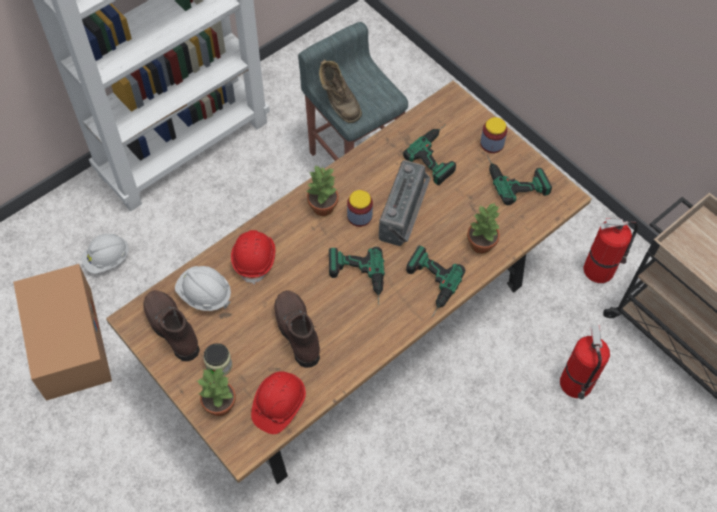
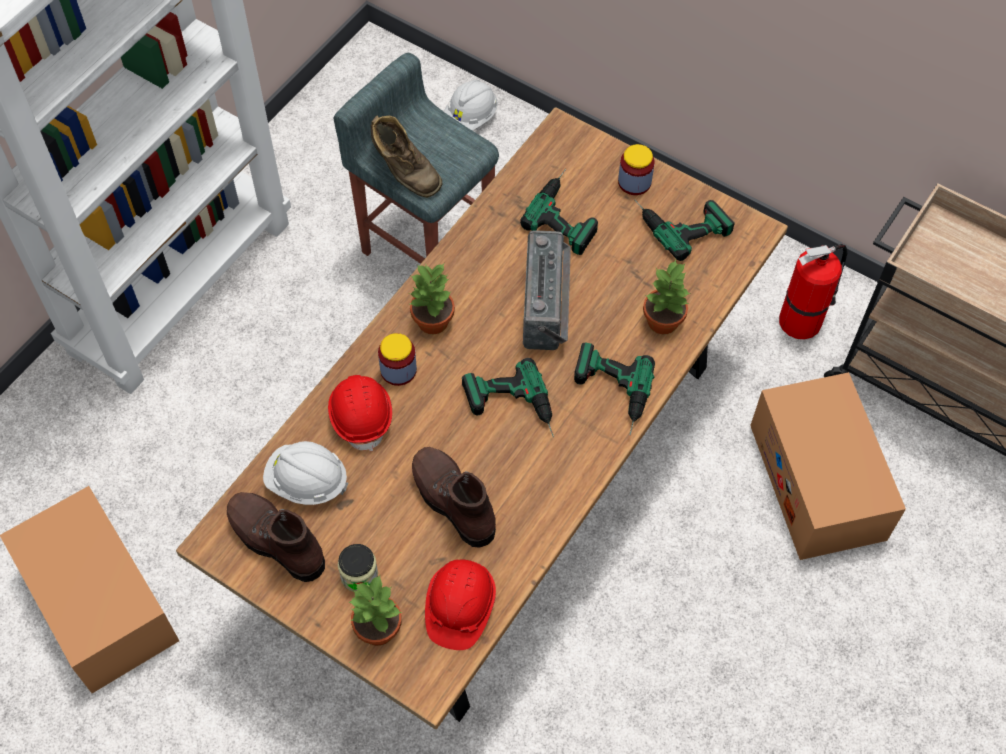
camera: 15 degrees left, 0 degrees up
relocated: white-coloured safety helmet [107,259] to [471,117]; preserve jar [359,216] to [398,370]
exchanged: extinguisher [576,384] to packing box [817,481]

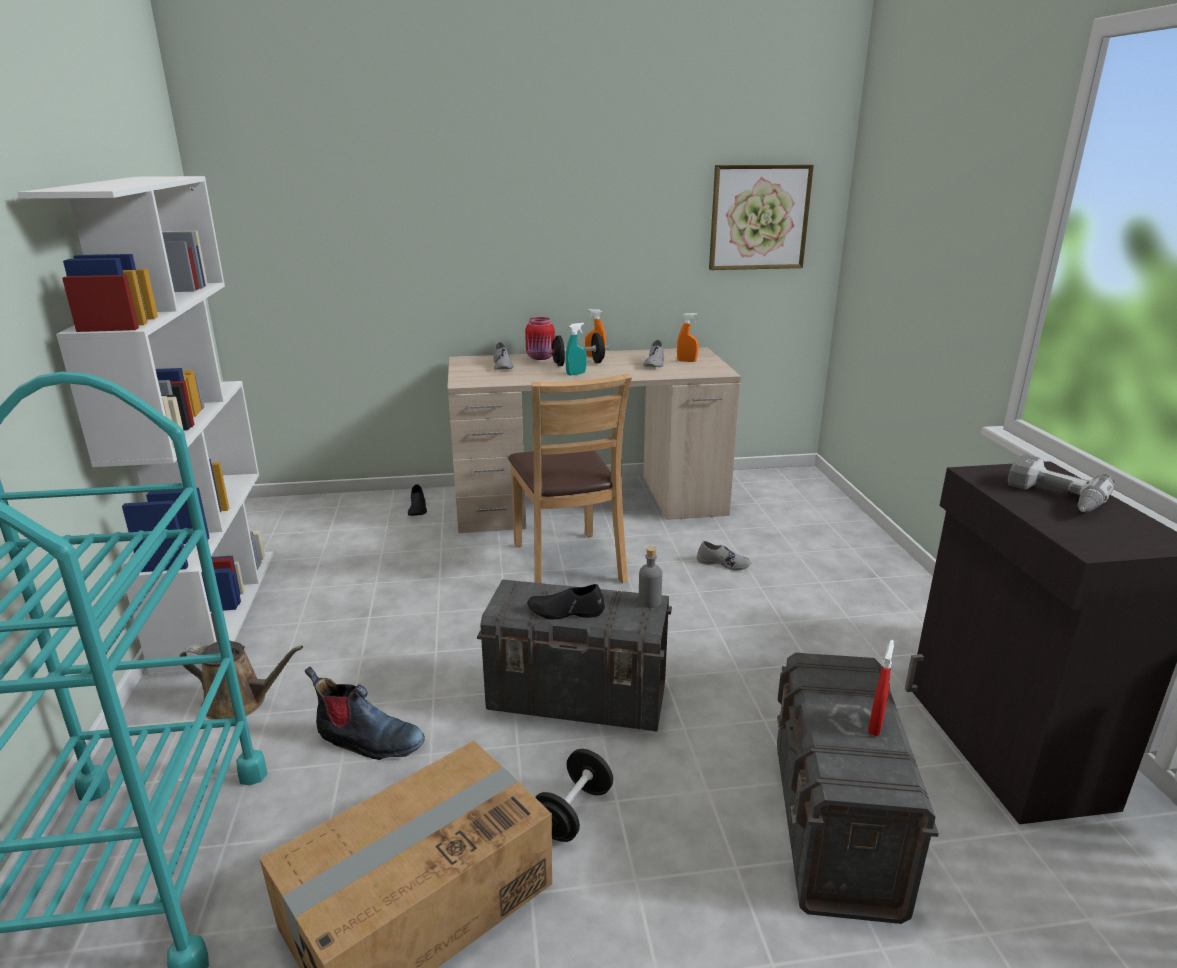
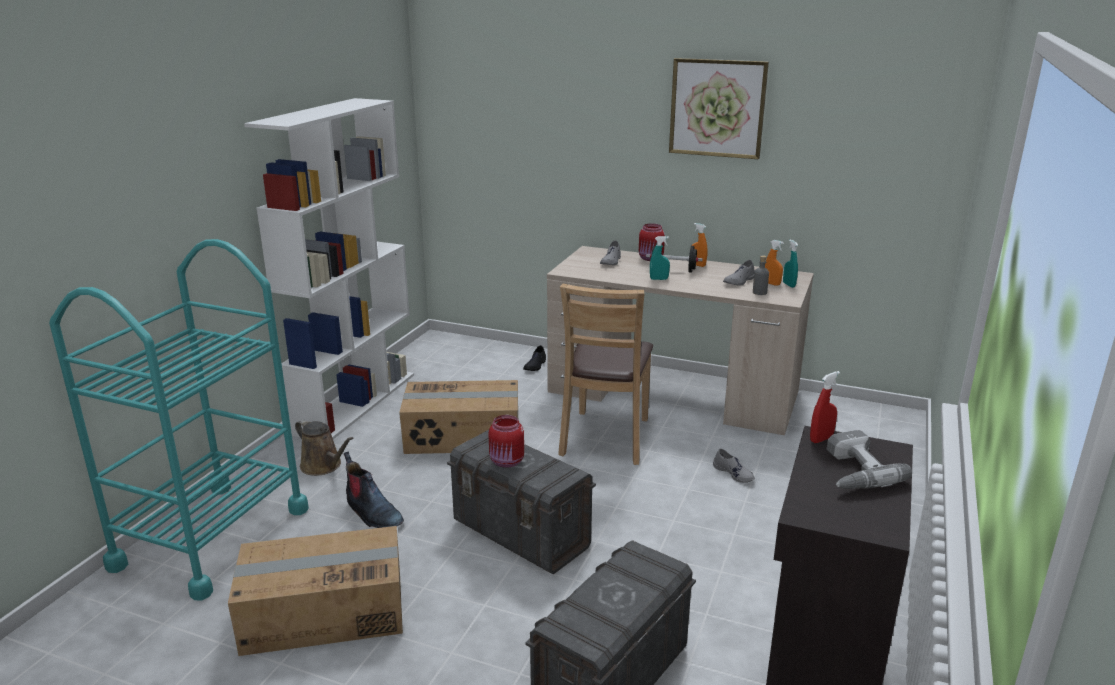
camera: 30 degrees right, 0 degrees up
missing: black-coloured free weight [572,813]
appeared: packing box [463,436]; turquoise hand sprayer [789,285]
relocated: greyish beverage bottle [649,602] to [759,292]; wall picture [759,217] to [717,108]; red-coloured hand sprayer [875,726] to [821,439]
exchanged: black-coloured low shoe [566,611] to red-coloured preserve jar [507,462]

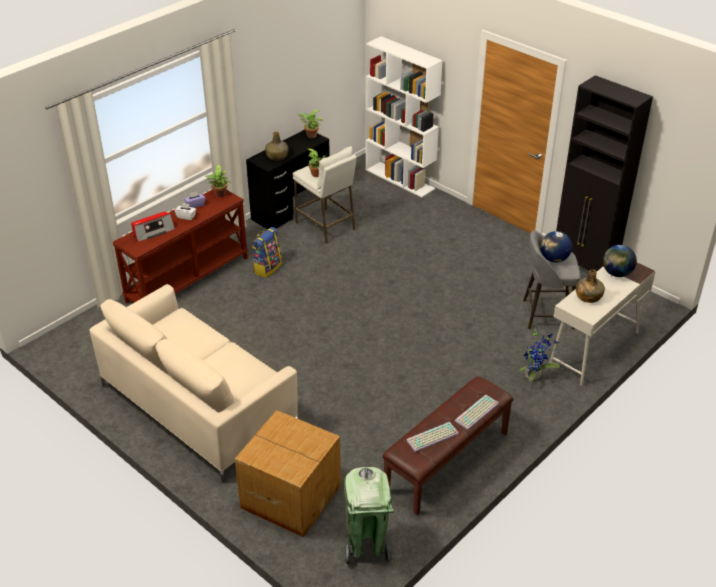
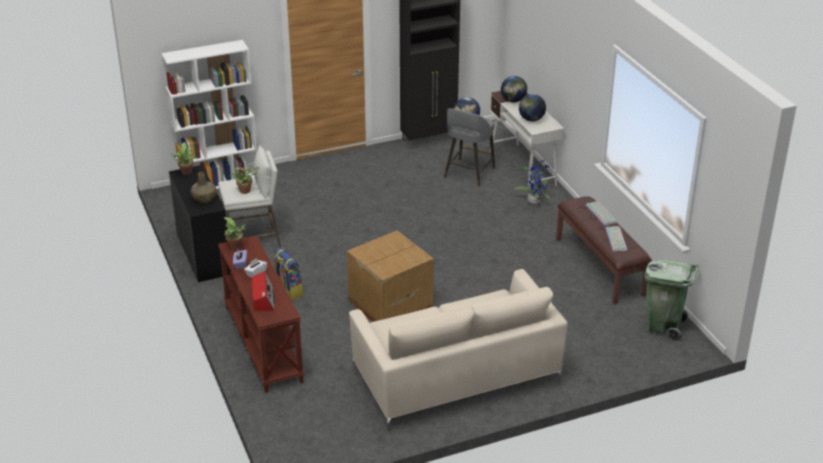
camera: 65 degrees left, 5 degrees down
relocated: packing box [290,495] to [389,304]
exchanged: green-coloured beverage bottle [588,297] to world globe [531,119]

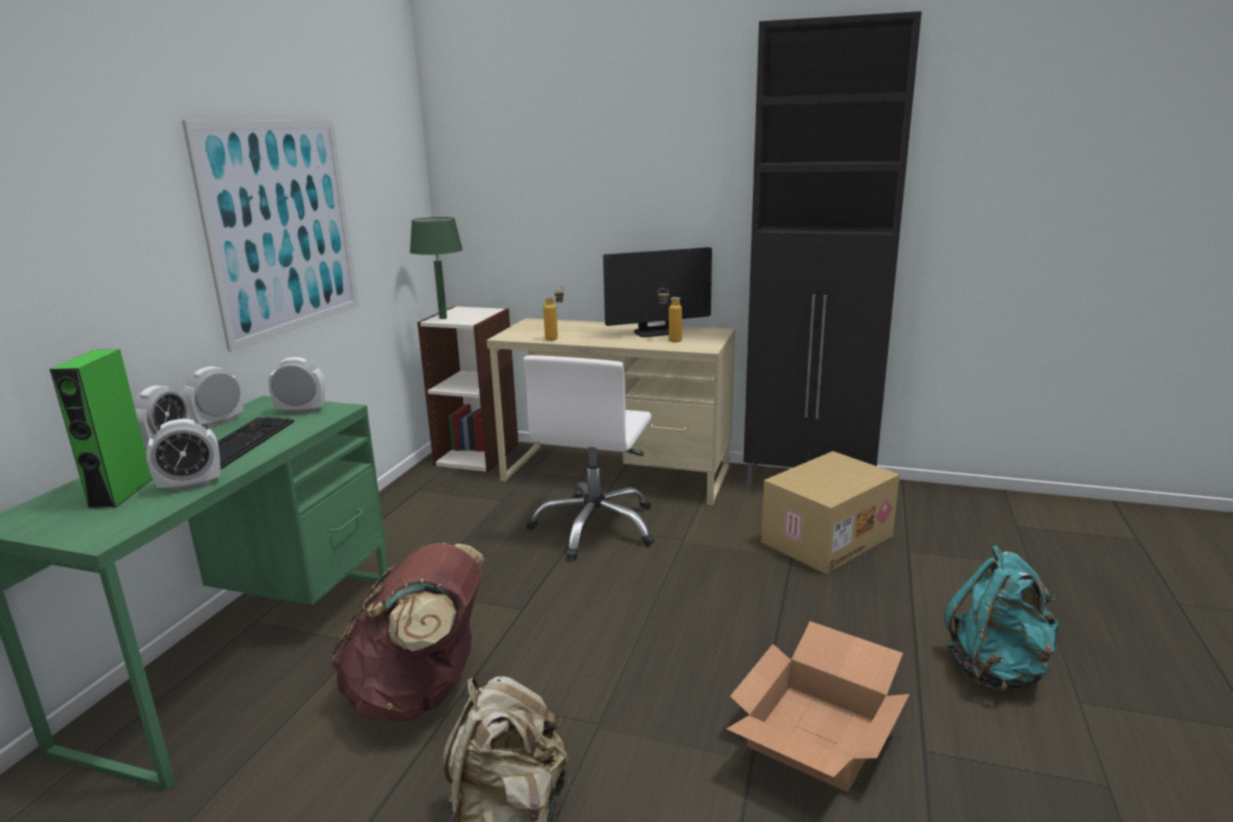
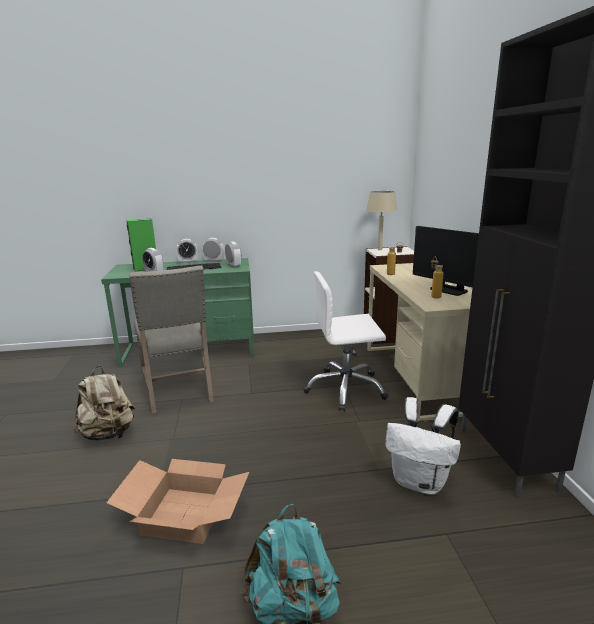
camera: 65 degrees right, 0 degrees up
missing: wall picture [283,227]
exchanged: brown-coloured rucksack [420,693] to beige plain chair [179,390]; packing box [826,538] to white-coloured rucksack [420,482]
colour: green-coloured table lamp [442,318] to beige table lamp [379,249]

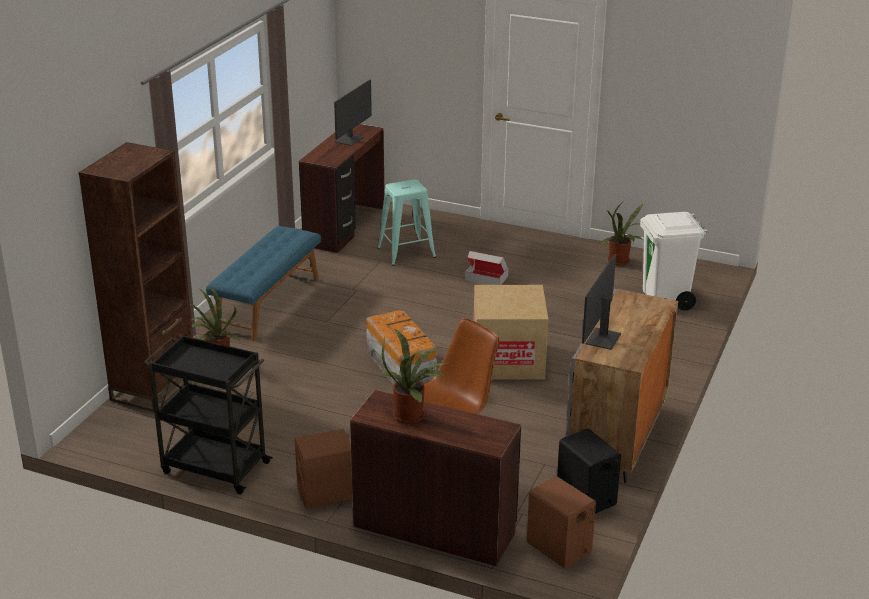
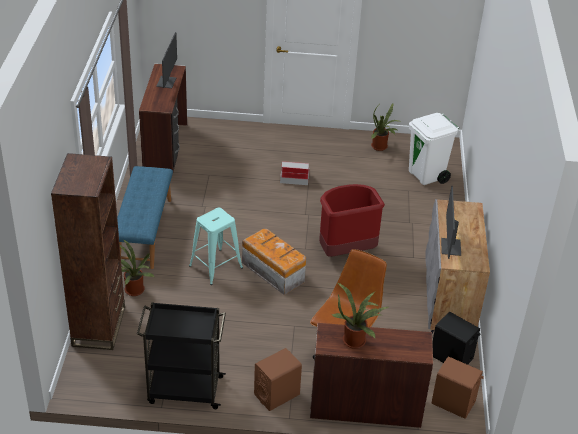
camera: 20 degrees left, 10 degrees up
relocated: turquoise stool seat [406,252] to [216,267]
exchanged: packing box [508,360] to red-coloured rubbish bin [345,251]

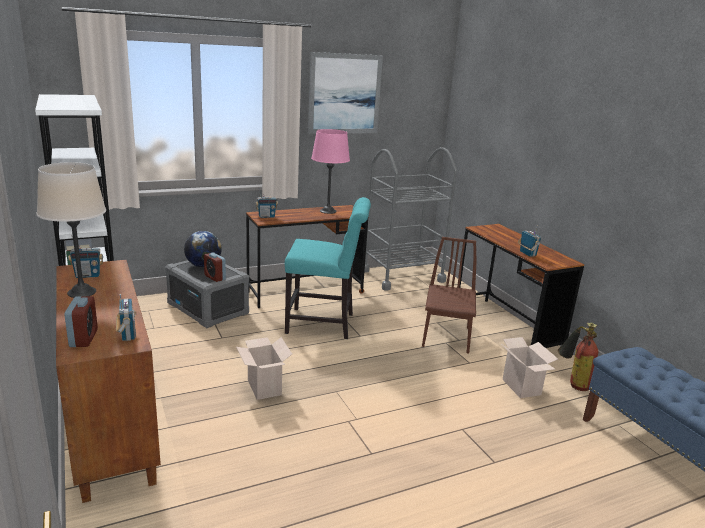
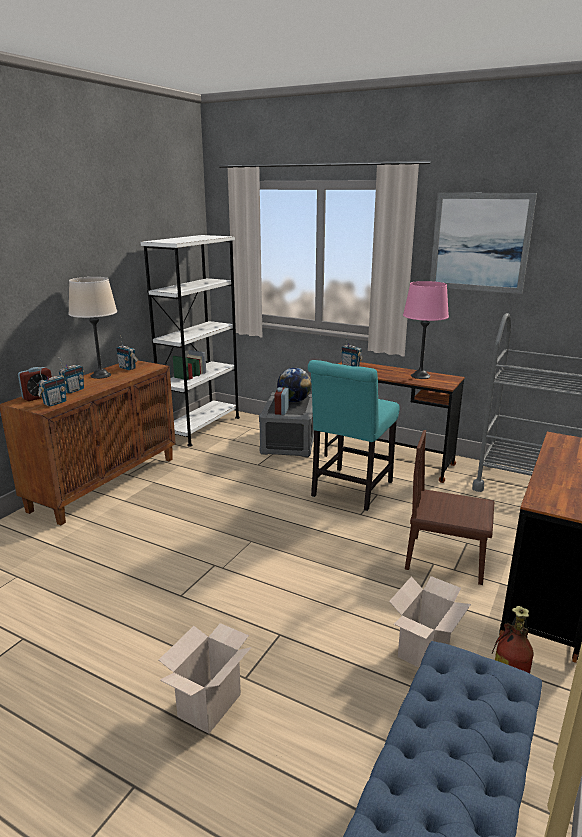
camera: 55 degrees right, 0 degrees up
relocated: packing box [263,387] to [209,703]; radio [527,254] to [73,390]
spun: turquoise plain chair [324,324] = [350,491] 60 degrees clockwise; brown-coloured plain chair [446,337] = [446,559] 135 degrees counterclockwise

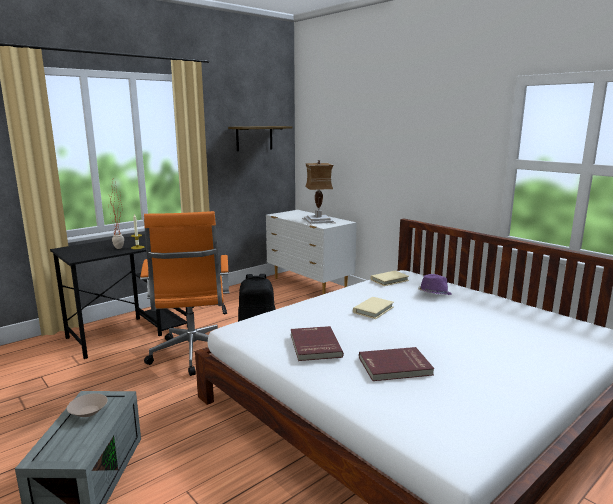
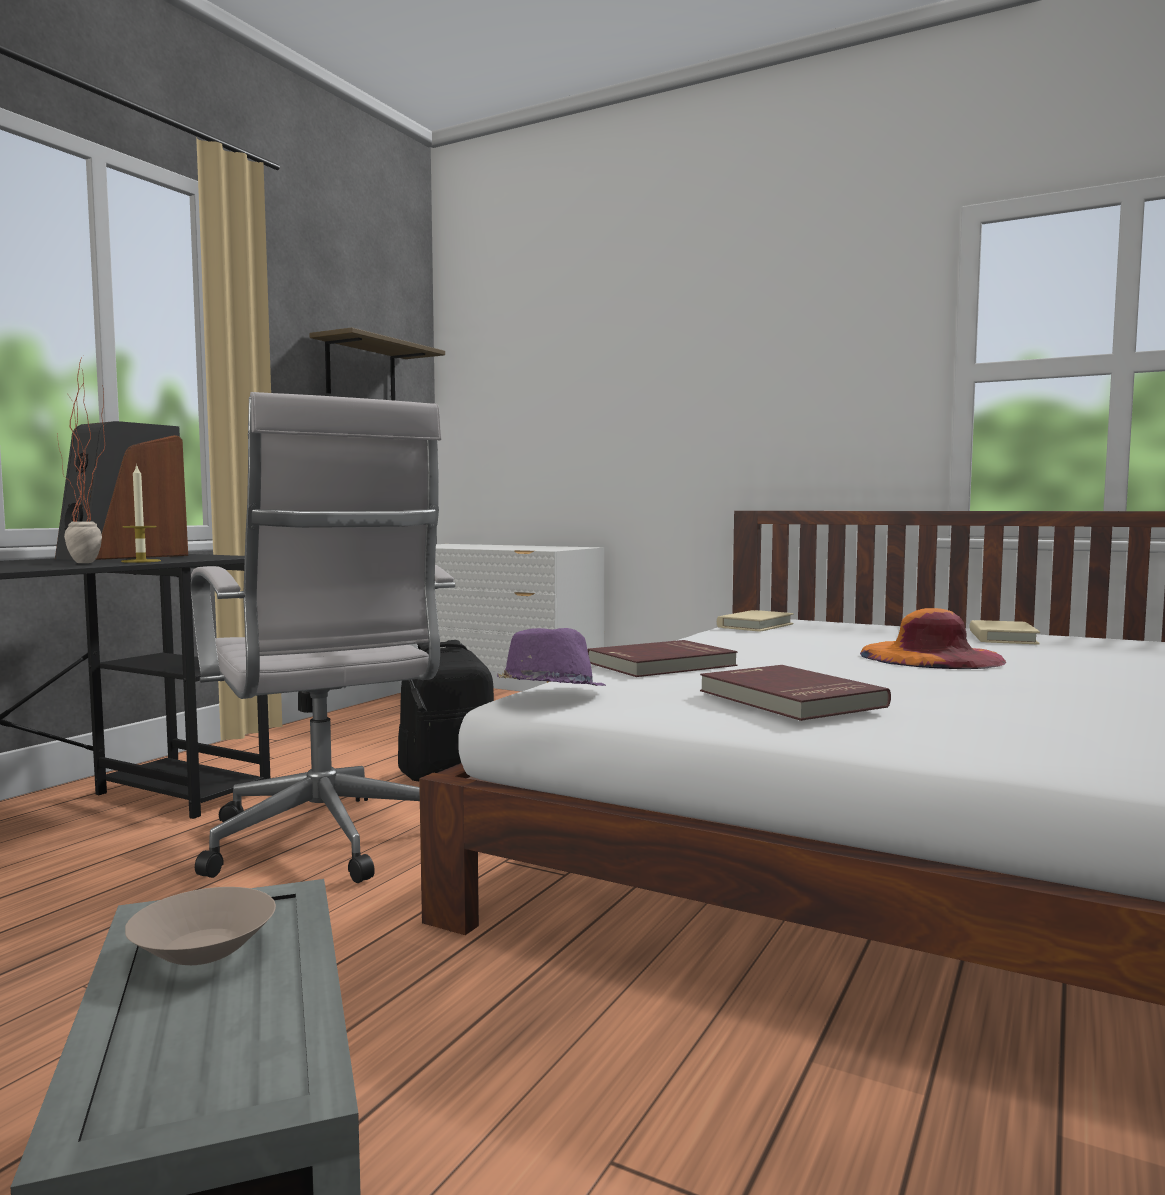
camera: 20 degrees left, 10 degrees down
missing: table lamp [317,220]
appeared: audio speaker [123,557]; orange-coloured wearable hat [931,657]
relocated: beige book [373,310] to [1002,637]; red-coloured book [395,367] to [663,664]; purple-coloured wearable hat [433,294] to [549,693]
colour: orange-coloured desk chair [192,356] to white-coloured desk chair [327,844]

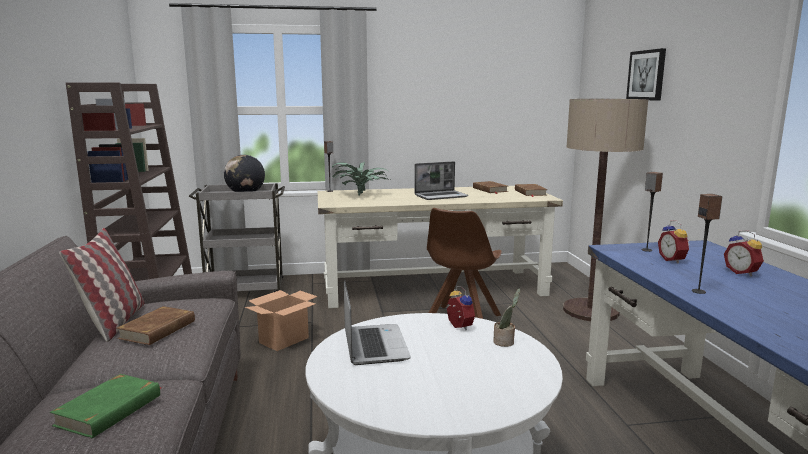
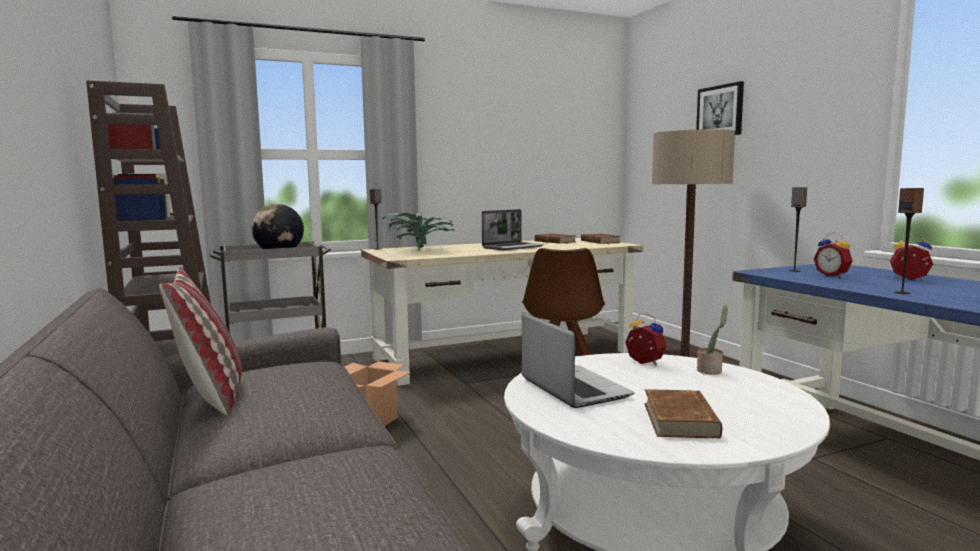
camera: 15 degrees left, 5 degrees down
missing: green-coloured book [109,410]
relocated: brown-coloured book [158,330] to [680,419]
spun: bedside clock [742,273] = [910,279] 150 degrees clockwise

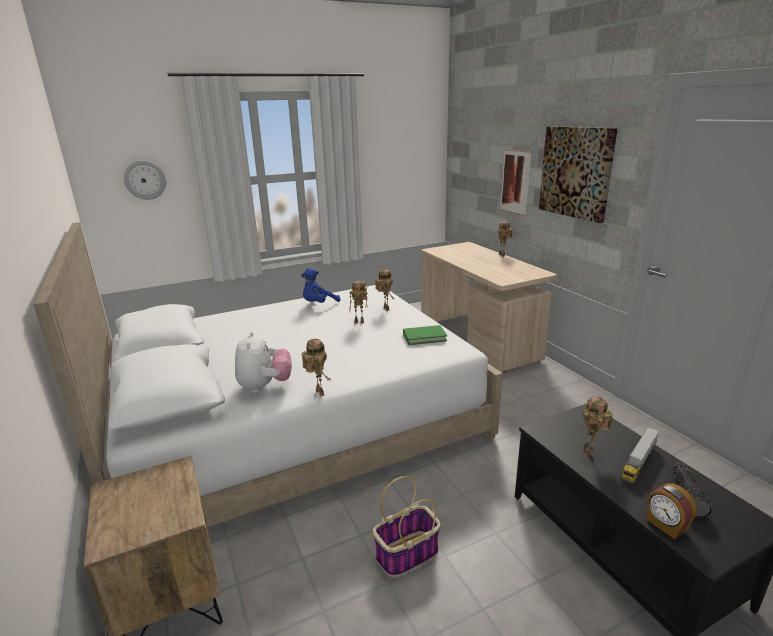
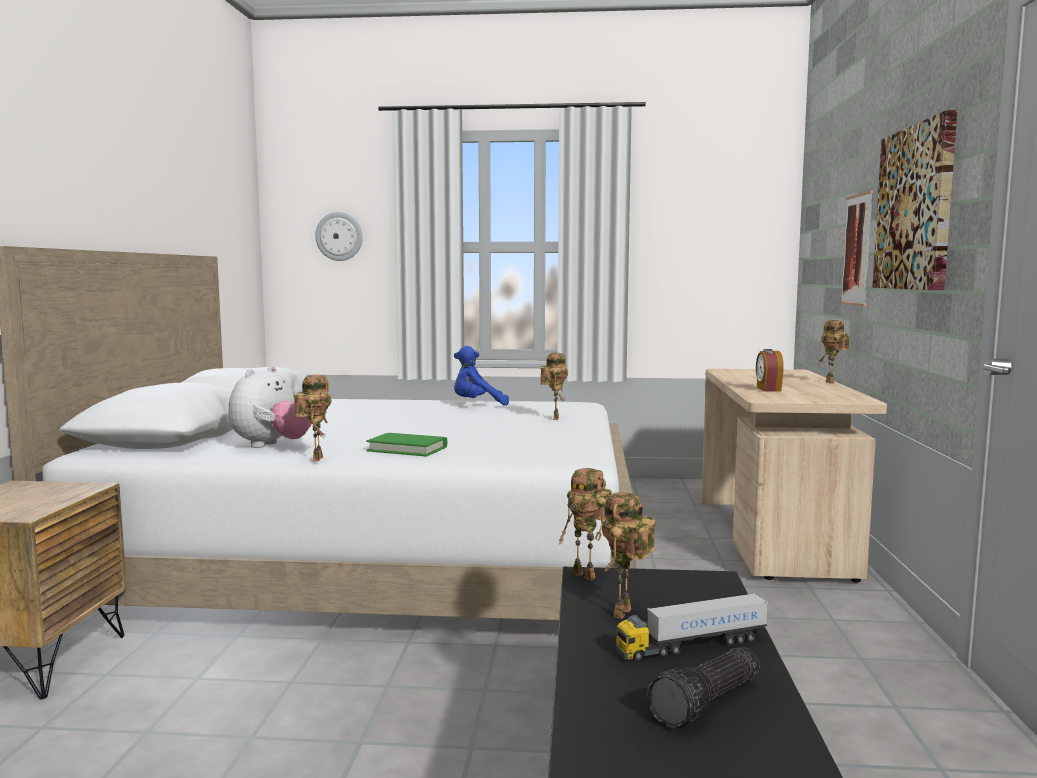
camera: 30 degrees right, 15 degrees down
missing: storage basket [406,555]
relocated: toy robot [360,322] to [587,576]; green-coloured book [424,337] to [407,449]; bedside clock [665,525] to [768,389]

